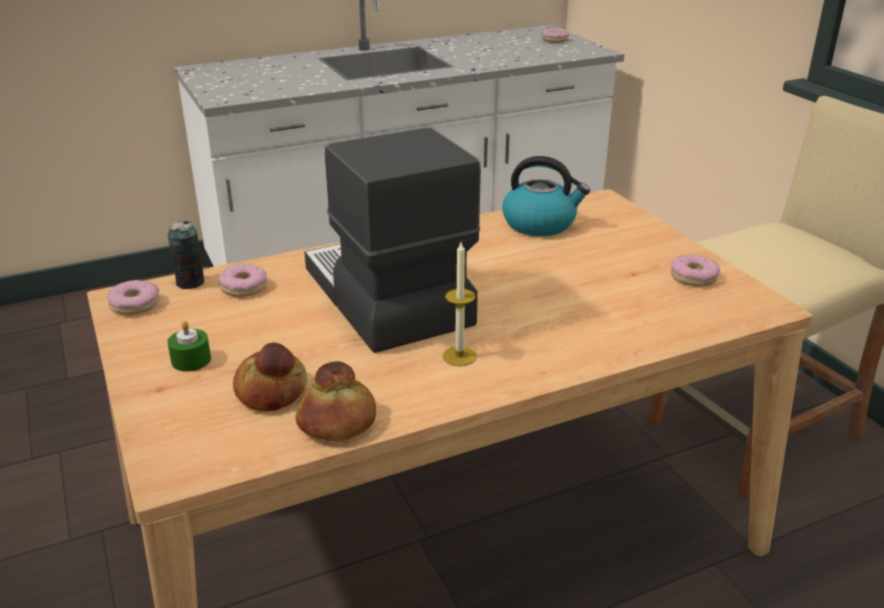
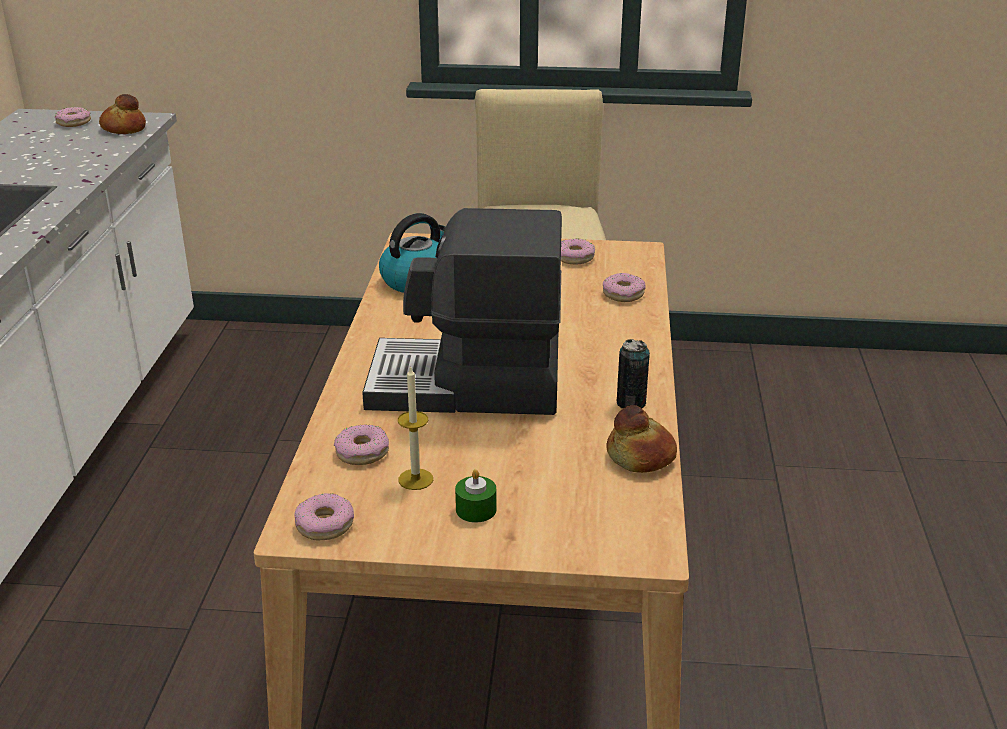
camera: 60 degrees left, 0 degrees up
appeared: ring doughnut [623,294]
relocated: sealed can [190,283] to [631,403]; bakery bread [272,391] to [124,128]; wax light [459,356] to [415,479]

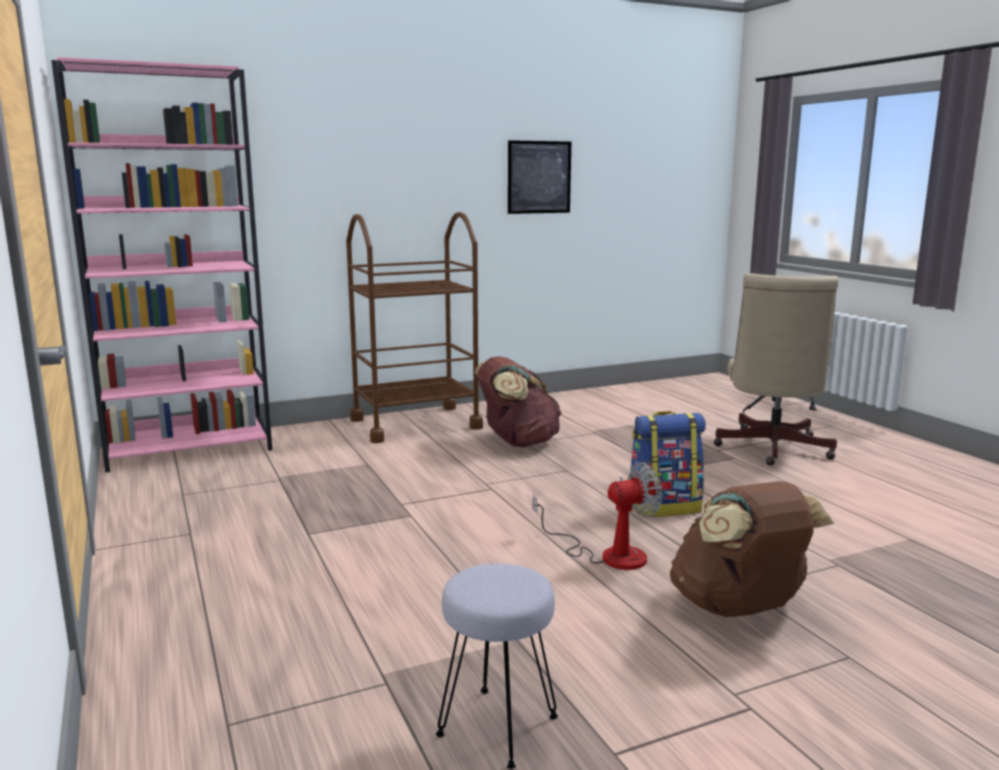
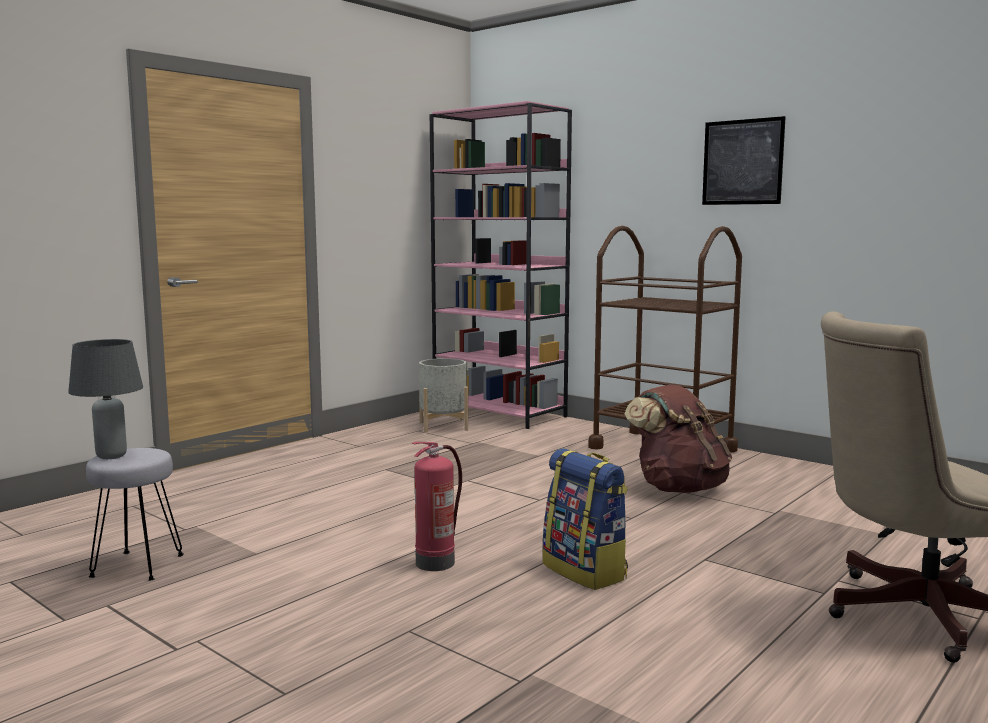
camera: 65 degrees right, 5 degrees down
missing: brown-coloured rucksack [739,608]
appeared: greyish table lamp [112,456]; greyish plant pot [443,426]
relocated: wall picture [539,177] to [742,162]
exchanged: cooling fan [608,554] to extinguisher [436,562]

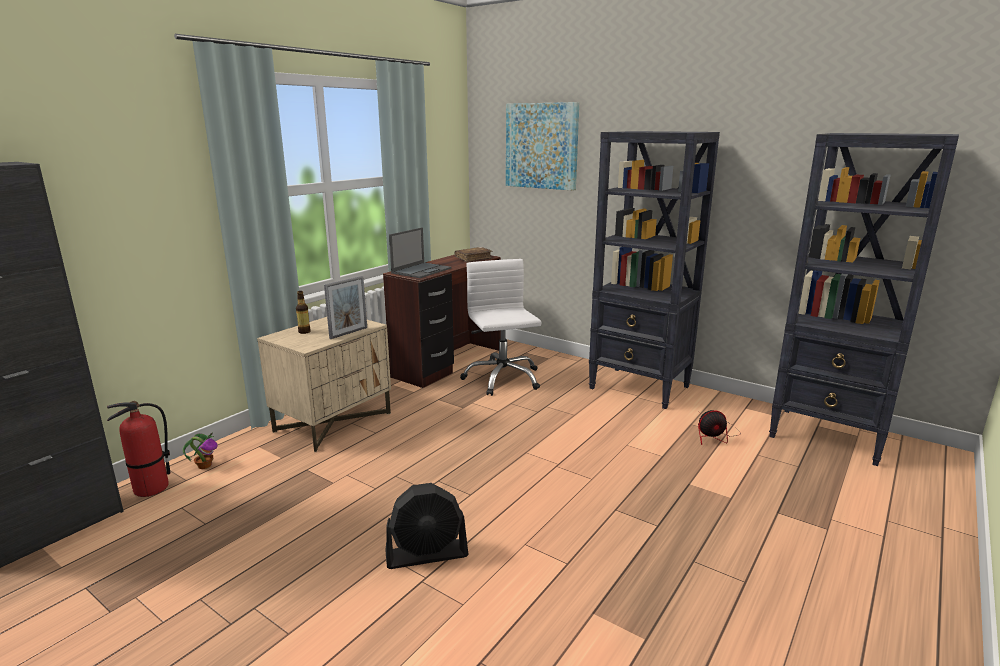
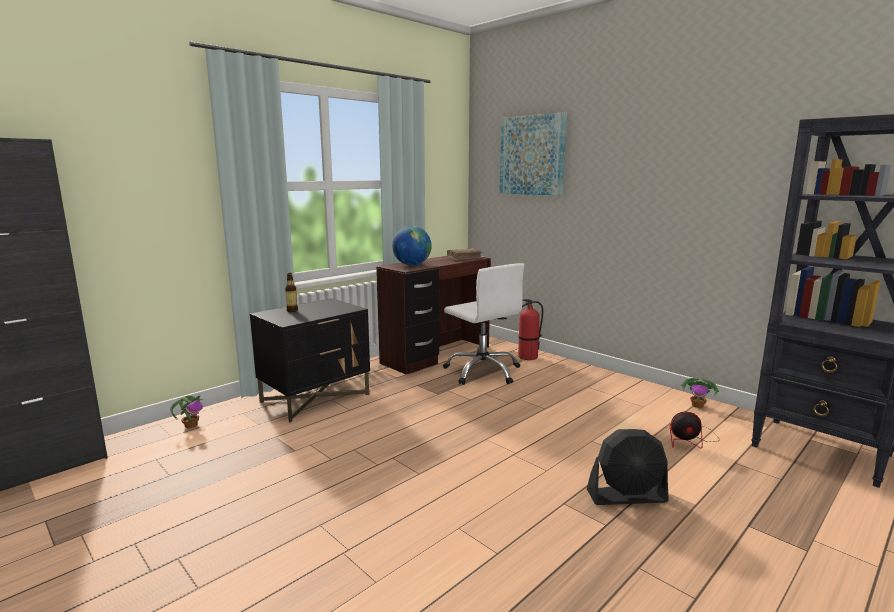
camera: 10 degrees right, 5 degrees down
missing: standing frame [348,333]; black-coloured shelving unit [640,388]
appeared: houseplant [698,405]
relocated: extinguisher [151,489] to [528,357]; black-coloured cooling fan [427,554] to [627,496]
exchanged: notebook computer [422,270] to world globe [412,265]
colour: beige night table [333,422] to black-coloured night table [316,398]
spun: white-coloured desk chair [502,379] = [483,371] 150 degrees clockwise

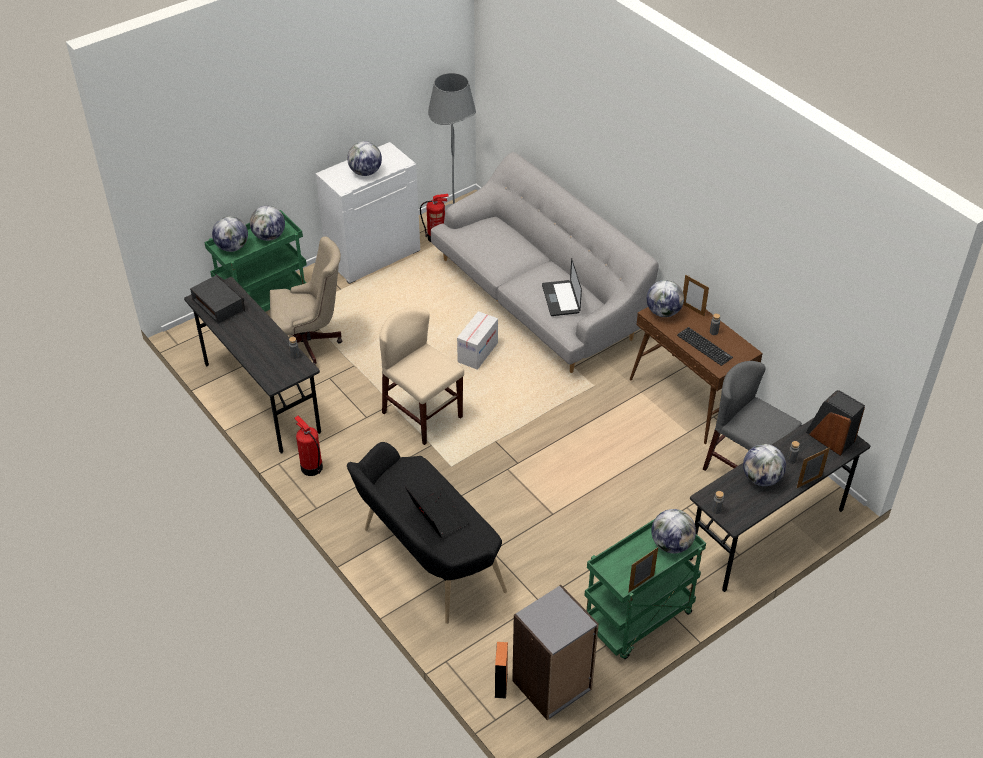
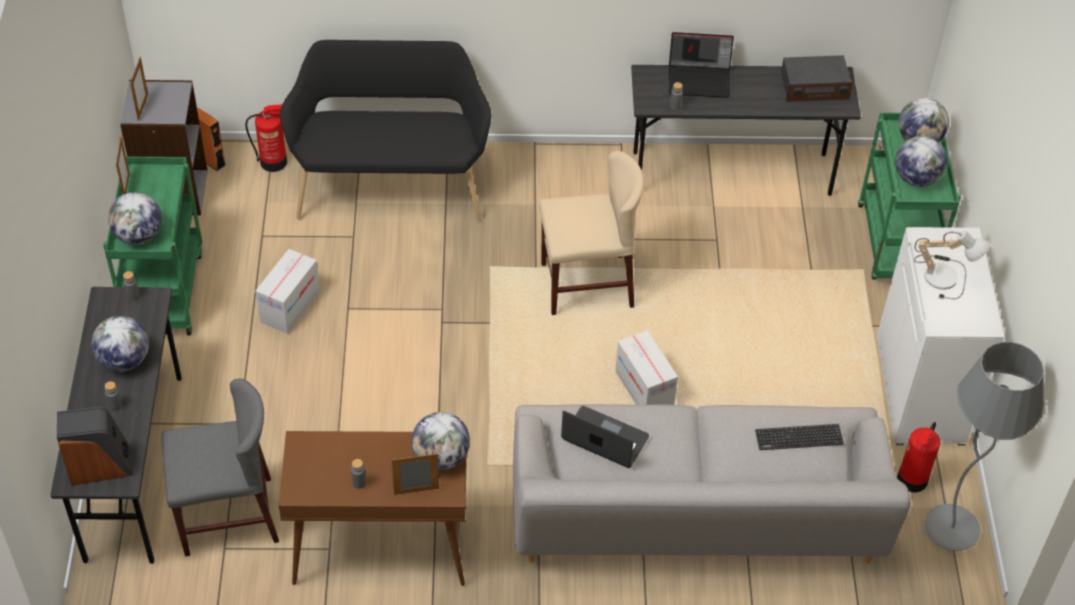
camera: 125 degrees right, 5 degrees up
missing: beige desk chair [309,344]
appeared: packing box [290,306]
relocated: extinguisher [311,467] to [274,162]; notebook computer [436,515] to [700,79]; keyboard [704,346] to [799,437]; standing frame [809,482] to [142,107]
exchanged: world globe [365,172] to table lamp [943,275]

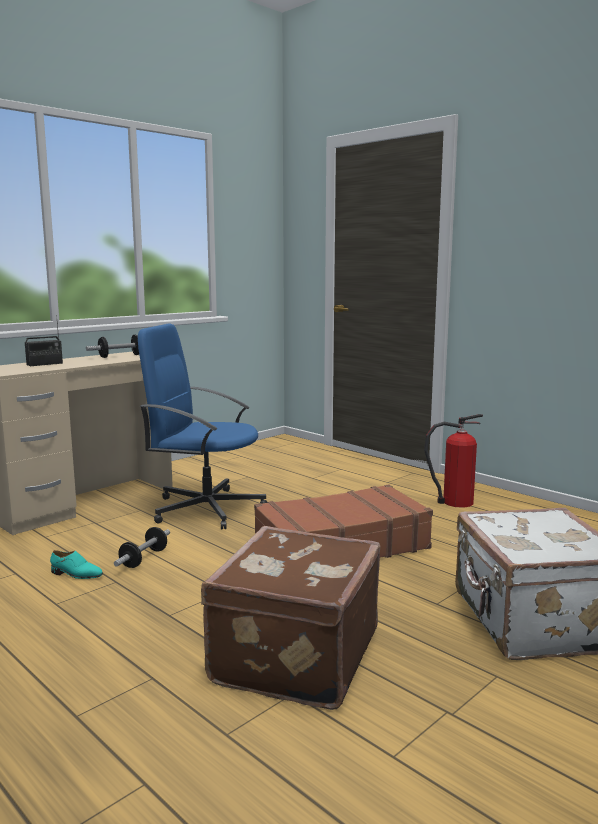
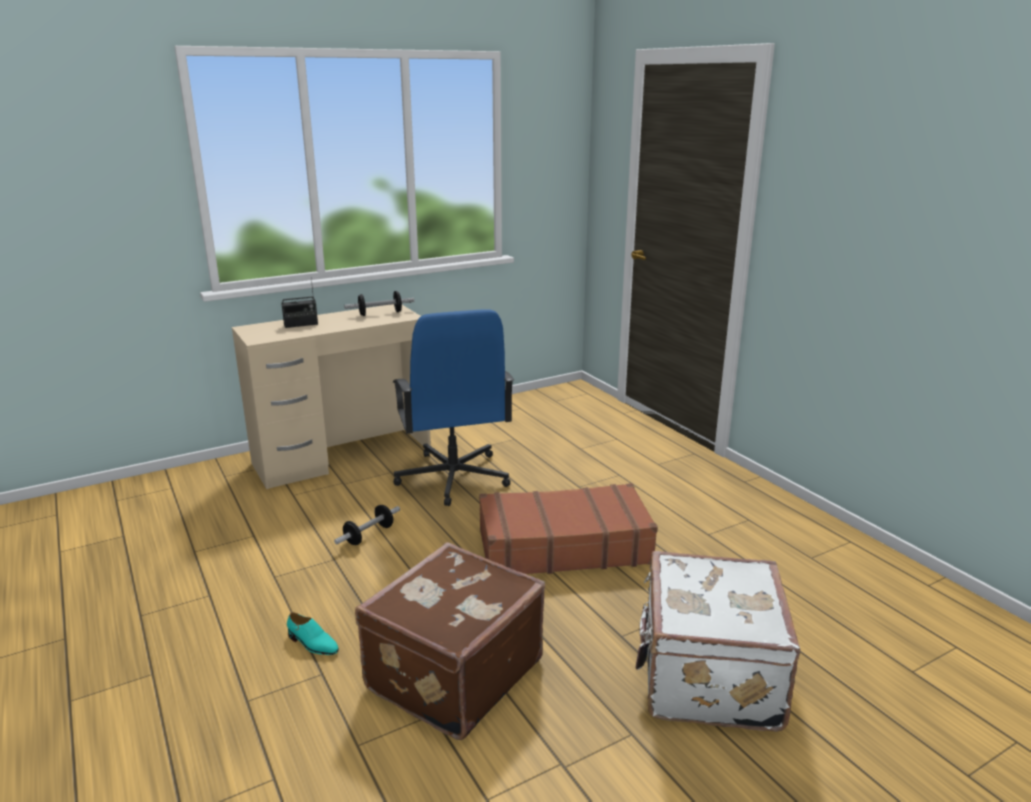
camera: 15 degrees right, 10 degrees up
missing: extinguisher [455,502]
relocated: turquoise low shoe [76,574] to [312,644]
spun: blue desk chair [206,508] = [453,478] 135 degrees counterclockwise

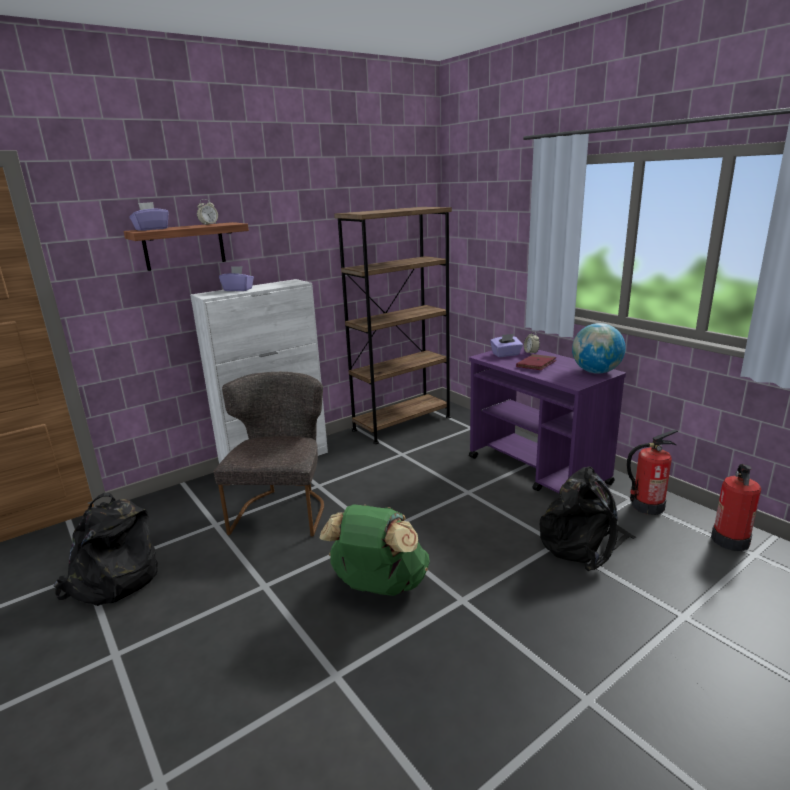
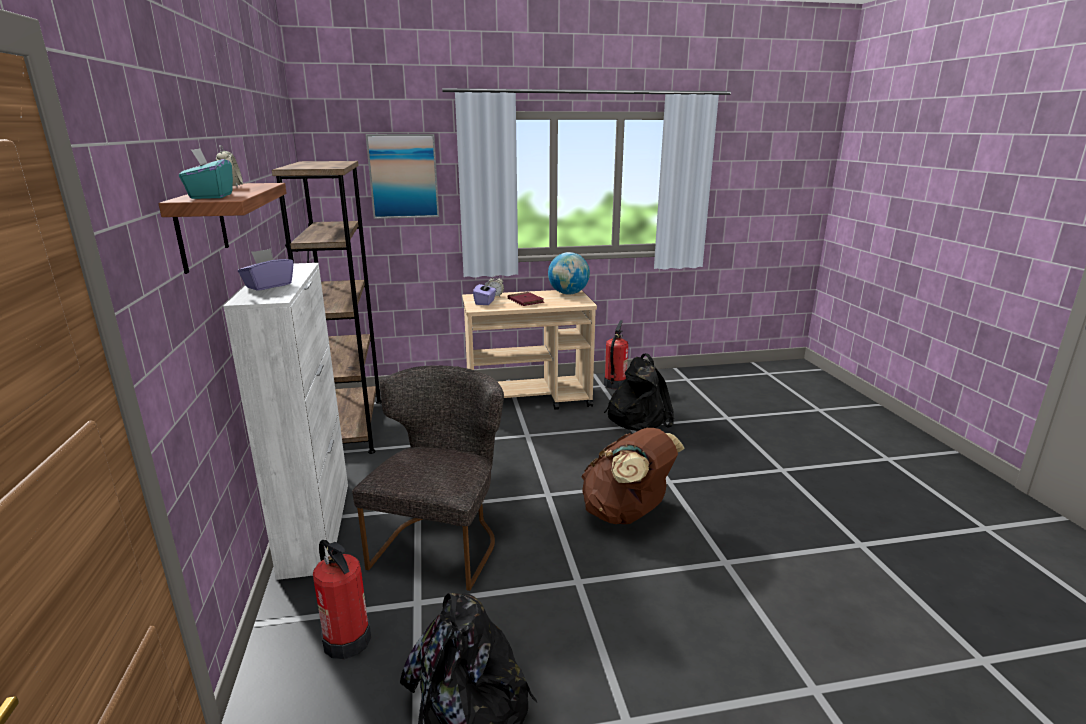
camera: 65 degrees left, 0 degrees up
appeared: wall picture [403,176]
relocated: extinguisher [730,540] to [347,639]
colour: purple-coloured box of tissues [151,229] to turquoise box of tissues [211,196]; green-coloured rucksack [378,586] to brown-coloured rucksack [627,514]; purple-coloured wheeled cart [538,471] to beige wheeled cart [529,399]
spun: greyish plain chair [282,510] = [442,543] 75 degrees clockwise

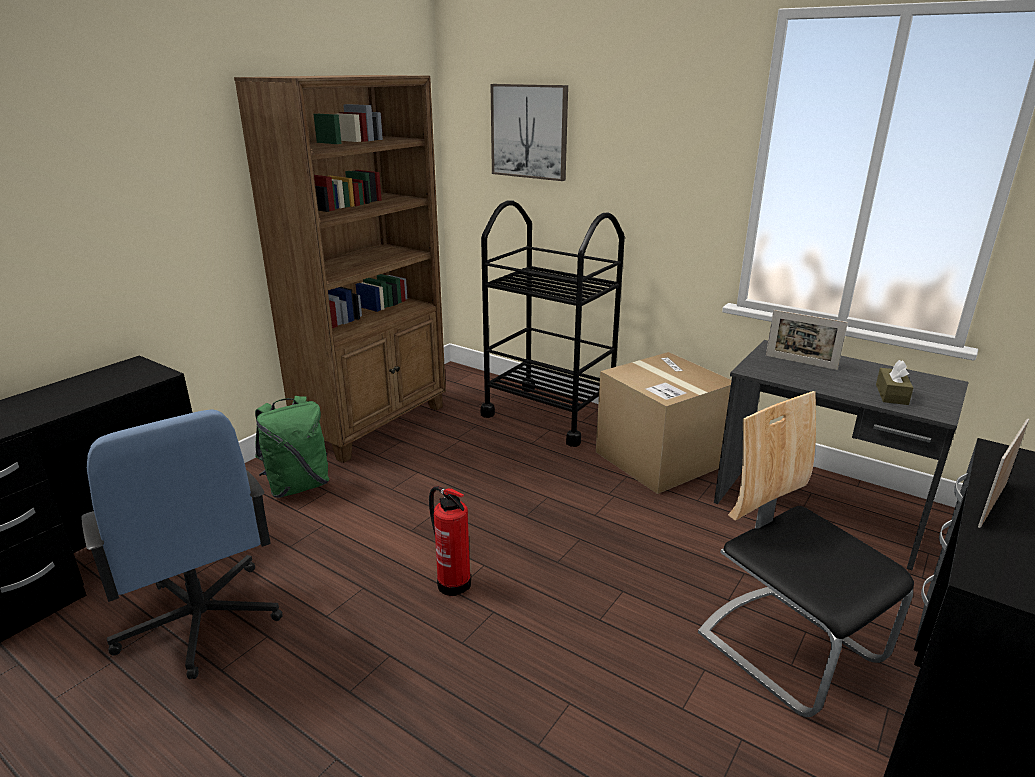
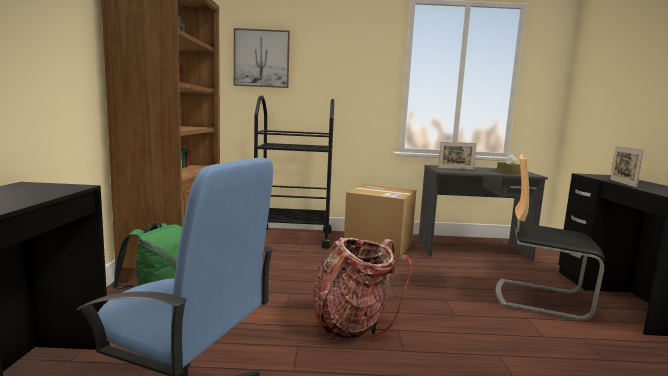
camera: 35 degrees left, 15 degrees down
exchanged: extinguisher [452,582] to rucksack [352,324]

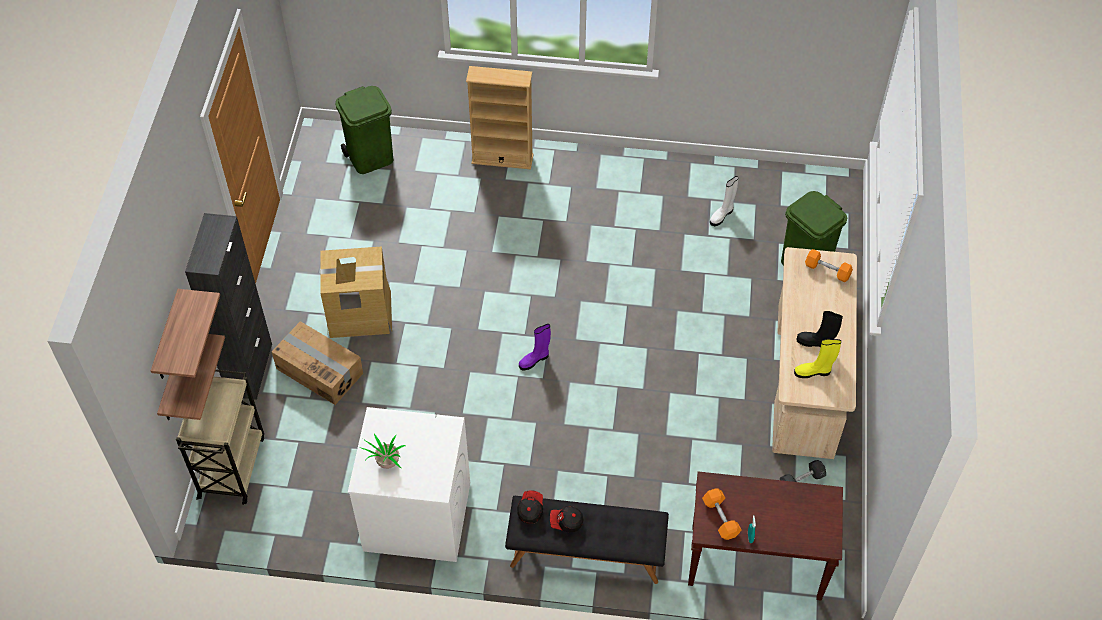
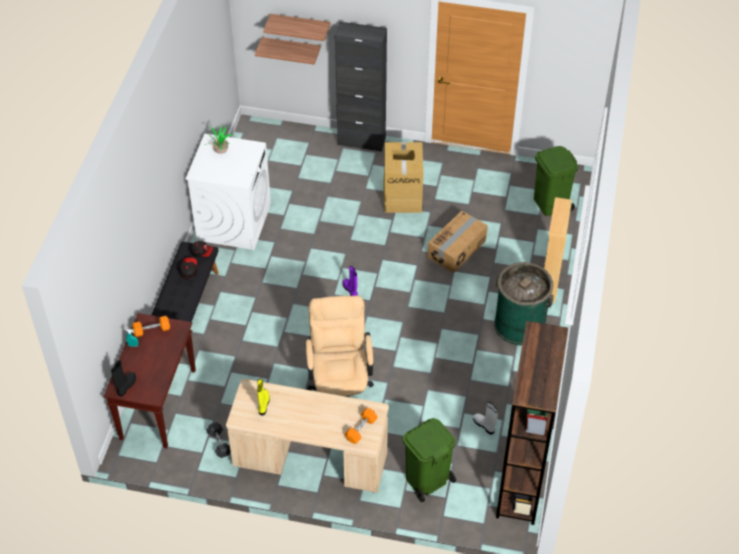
camera: 95 degrees right, 5 degrees down
missing: beige wheeled cart [232,465]
appeared: beige desk chair [340,390]; green-coloured rubbish bin [519,325]; brown-coloured shelving unit [521,482]
relocated: packing box [320,370] to [457,249]; black-coloured boot [815,343] to [126,386]

